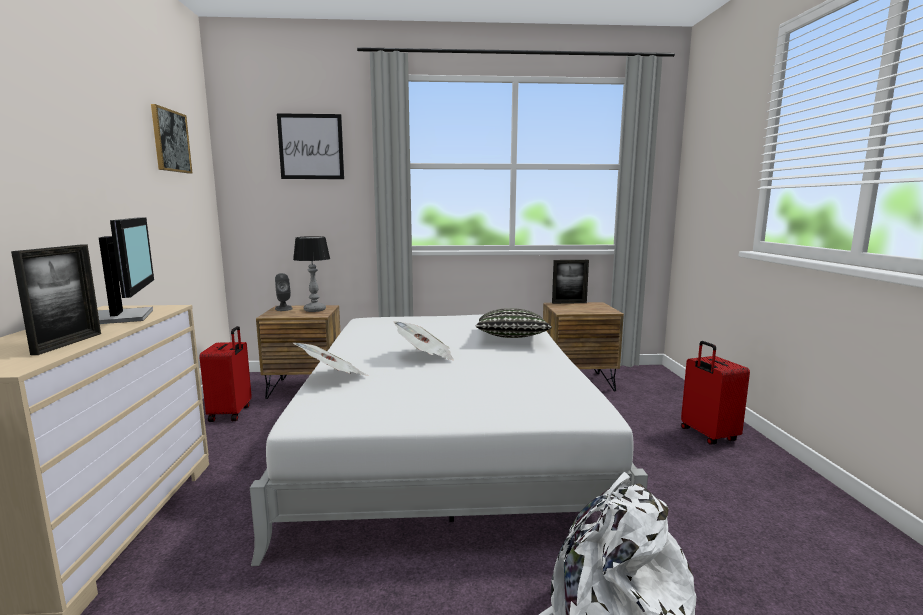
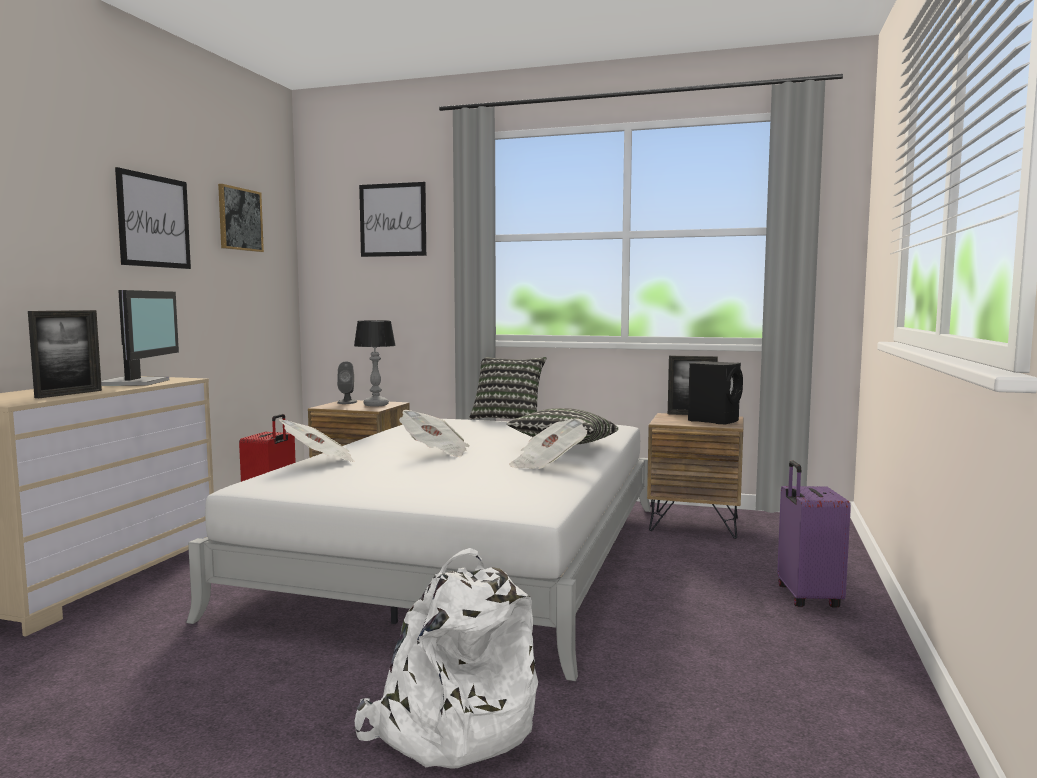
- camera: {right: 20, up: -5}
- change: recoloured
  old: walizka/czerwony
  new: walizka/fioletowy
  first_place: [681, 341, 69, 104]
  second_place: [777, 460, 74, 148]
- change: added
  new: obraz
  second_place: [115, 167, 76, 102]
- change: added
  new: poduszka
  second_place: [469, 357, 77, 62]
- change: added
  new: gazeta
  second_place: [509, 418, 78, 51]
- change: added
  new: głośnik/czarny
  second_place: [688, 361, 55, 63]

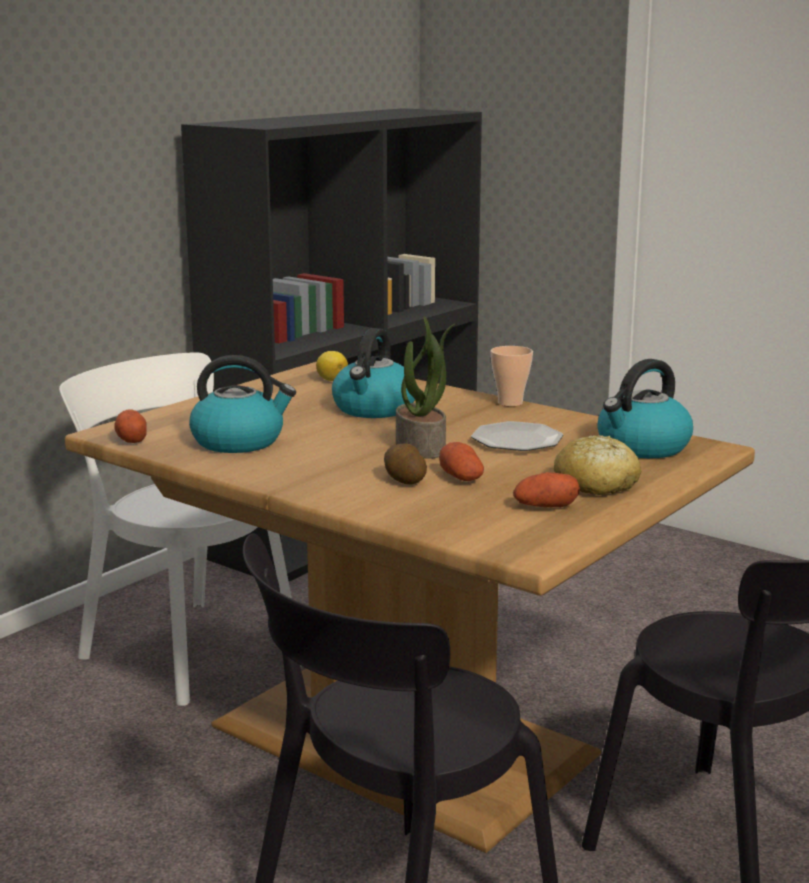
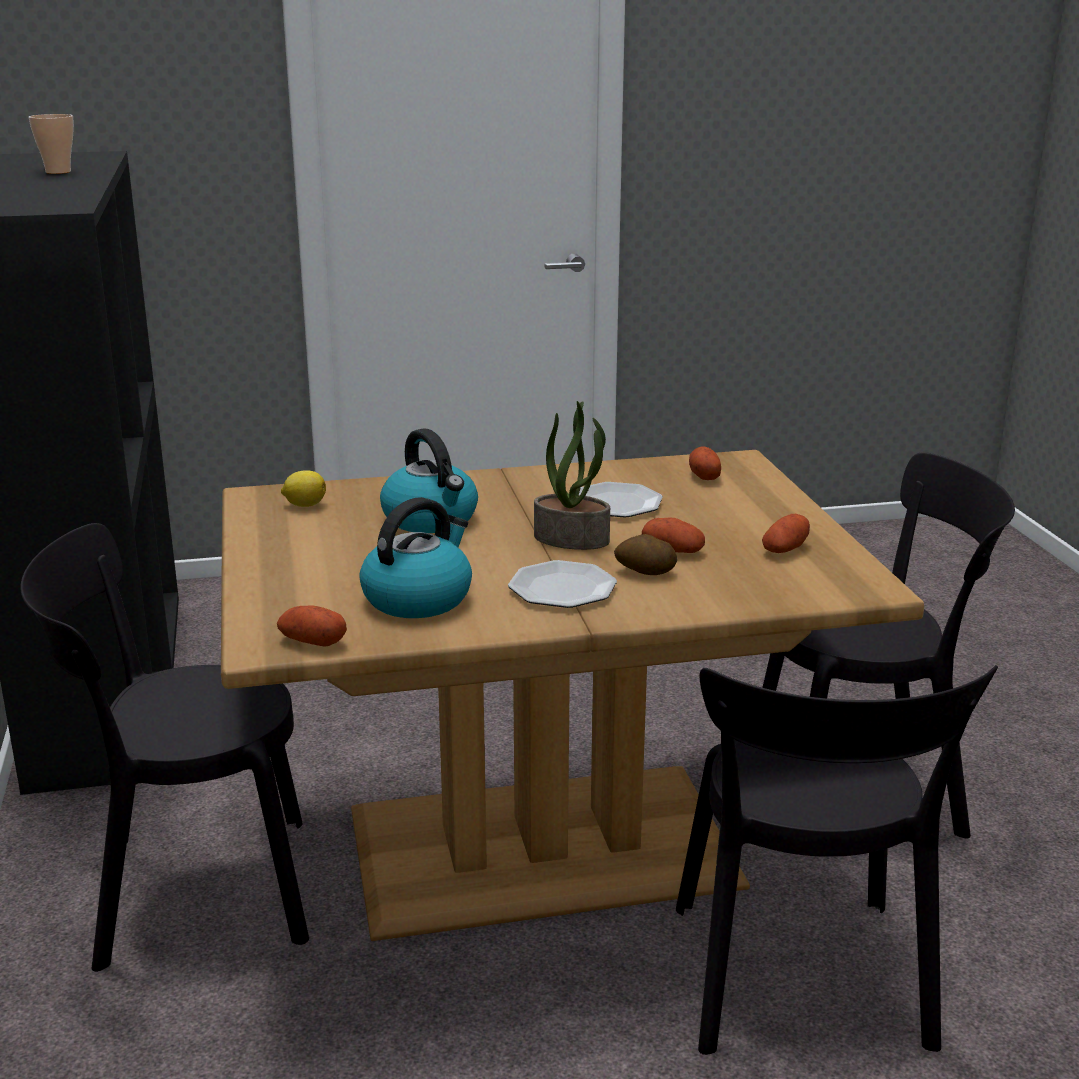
- camera: {right: -50, up: 5}
- change: recoloured
  old: krzesło/biały
  new: krzesło/czarny
  first_place: [59, 352, 233, 354]
  second_place: [20, 523, 289, 449]
- change: moved
  old: filiżanka
  first_place: [491, 346, 42, 61]
  second_place: [28, 114, 46, 60]
- change: removed
  old: chleb
  first_place: [554, 435, 88, 60]
- change: replaced
  old: czajnik
  new: ziemniak
  first_place: [597, 359, 96, 99]
  second_place: [689, 446, 32, 34]
- change: added
  new: talerz
  second_place: [508, 560, 109, 48]

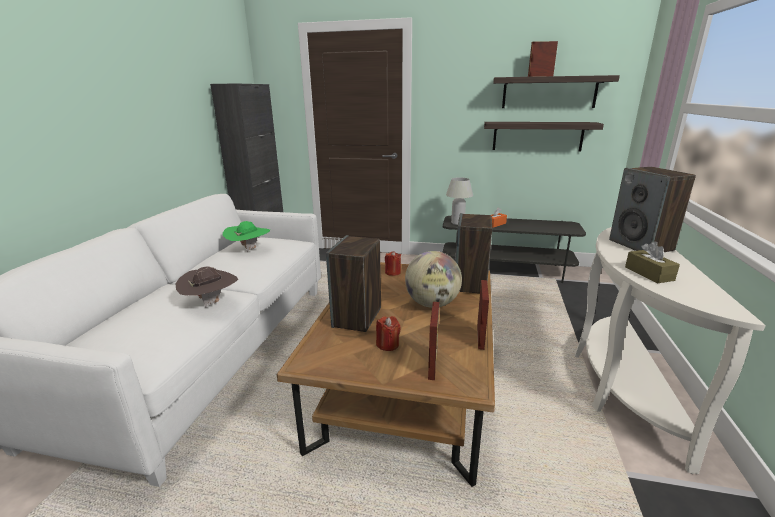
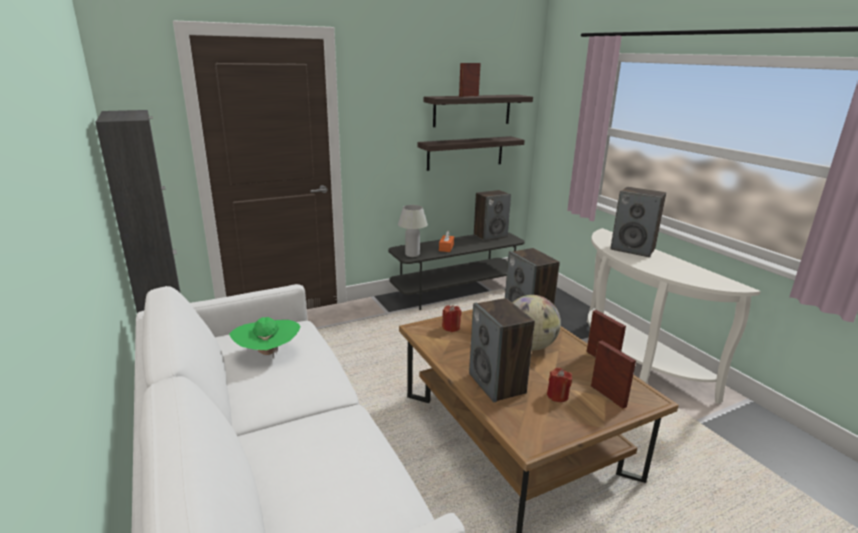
- camera: {right: -40, up: 0}
- change: removed
  old: kapelusz/brązowy
  first_place: [175, 266, 63, 42]
- change: removed
  old: pudełko chusteczek/brązowy
  first_place: [625, 241, 55, 42]
- change: added
  new: głośnik
  second_place: [474, 190, 37, 51]

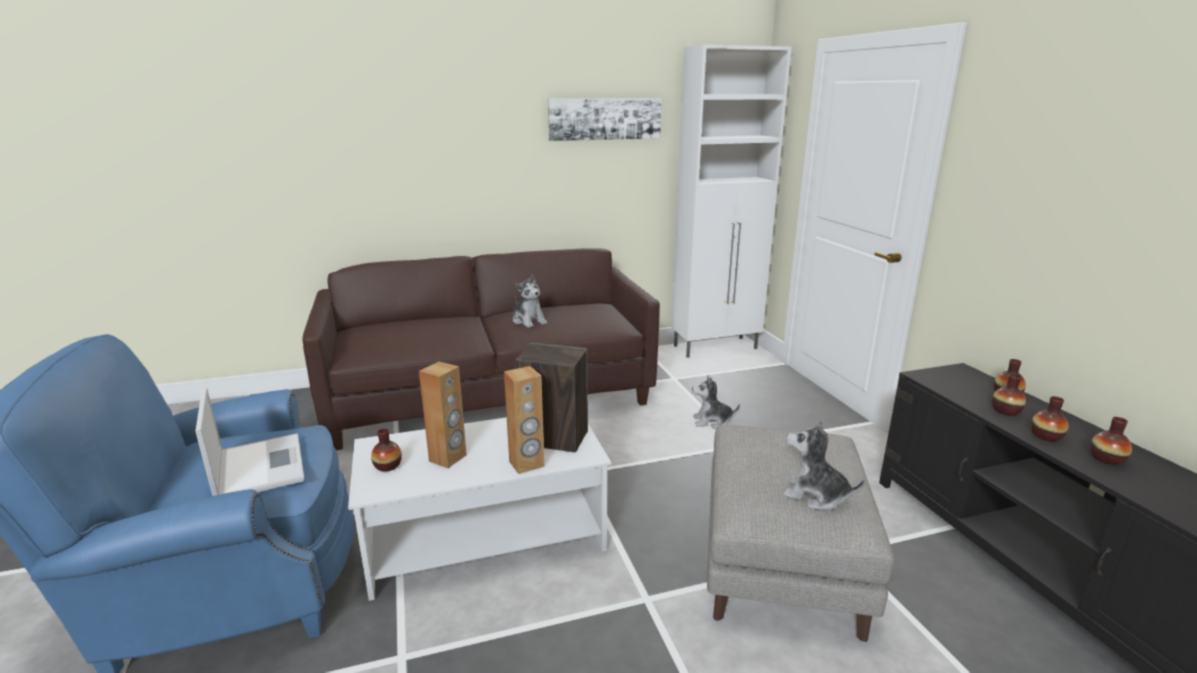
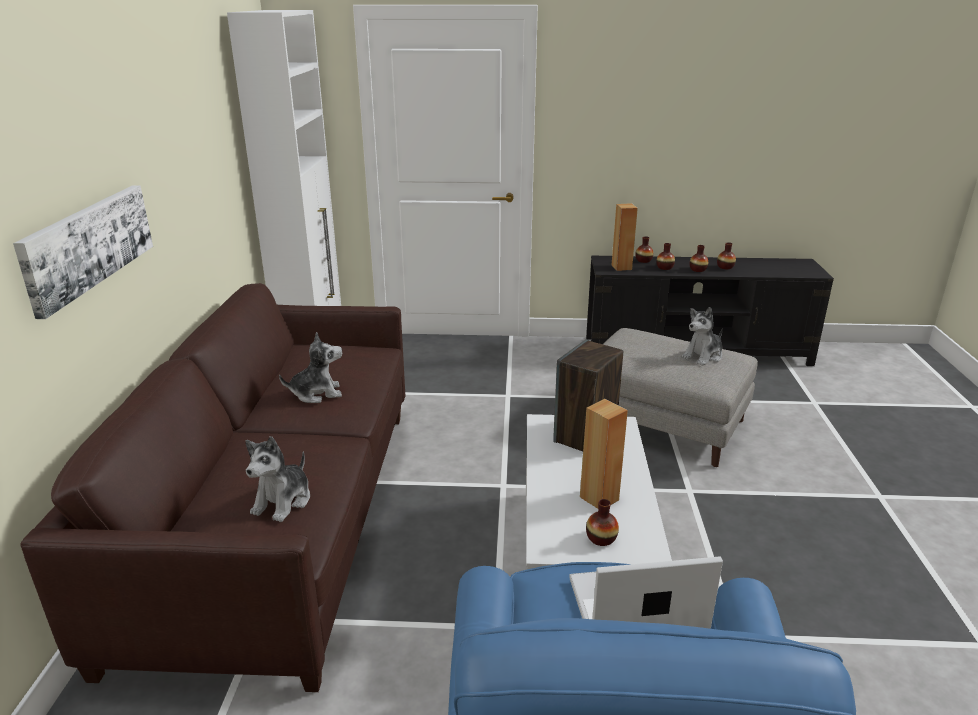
- camera: {right: -70, up: 5}
- change: moved
  old: głośnik/brązowy
  first_place: [504, 366, 41, 108]
  second_place: [612, 203, 26, 68]
- change: moved
  old: obraz
  first_place: [548, 98, 114, 43]
  second_place: [13, 185, 140, 134]
- change: moved
  old: pluszak
  first_place: [692, 376, 48, 53]
  second_place: [245, 436, 65, 86]

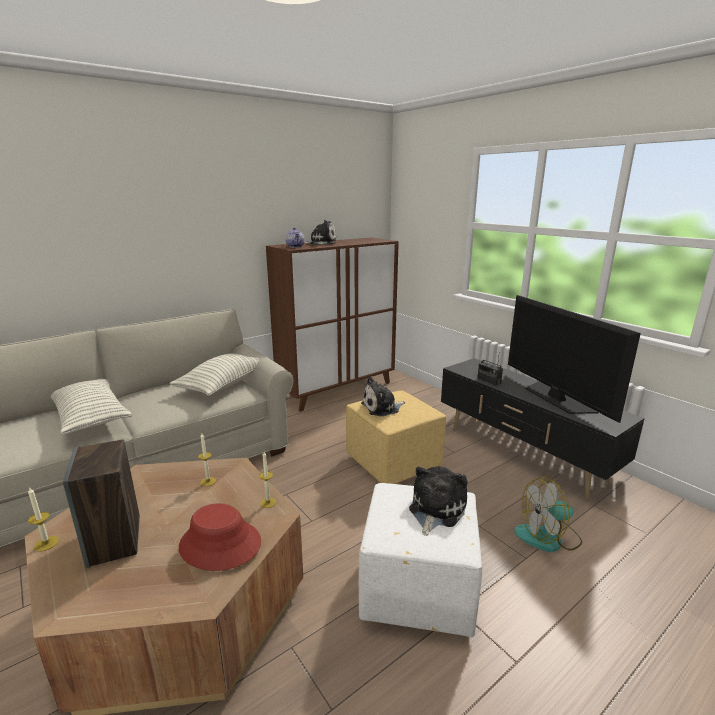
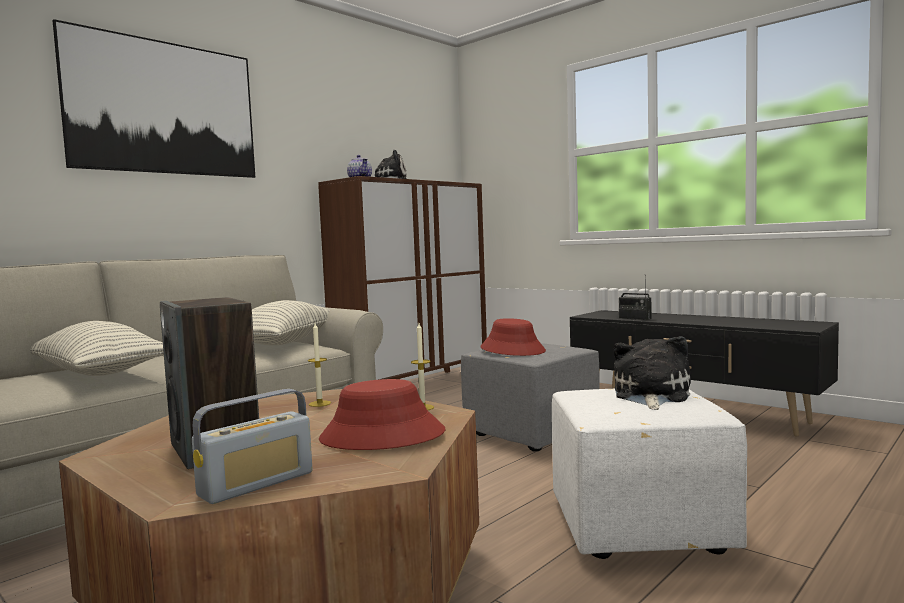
- camera: {right: -10, up: -15}
- change: removed
  old: świeca
  first_place: [28, 488, 31, 64]
- change: recoloured
  old: pufa/żółty
  new: pufa/szary
  first_place: [346, 390, 100, 94]
  second_place: [461, 343, 139, 109]
- change: replaced
  old: pluszak
  new: kapelusz/czerwony
  first_place: [361, 376, 44, 40]
  second_place: [481, 318, 65, 38]
- change: removed
  old: telewizor
  first_place: [508, 295, 133, 128]
- change: removed
  old: wentylator
  first_place: [514, 476, 68, 76]
- change: added
  new: obraz
  second_place: [52, 19, 203, 159]
- change: added
  new: radio
  second_place: [192, 389, 120, 115]

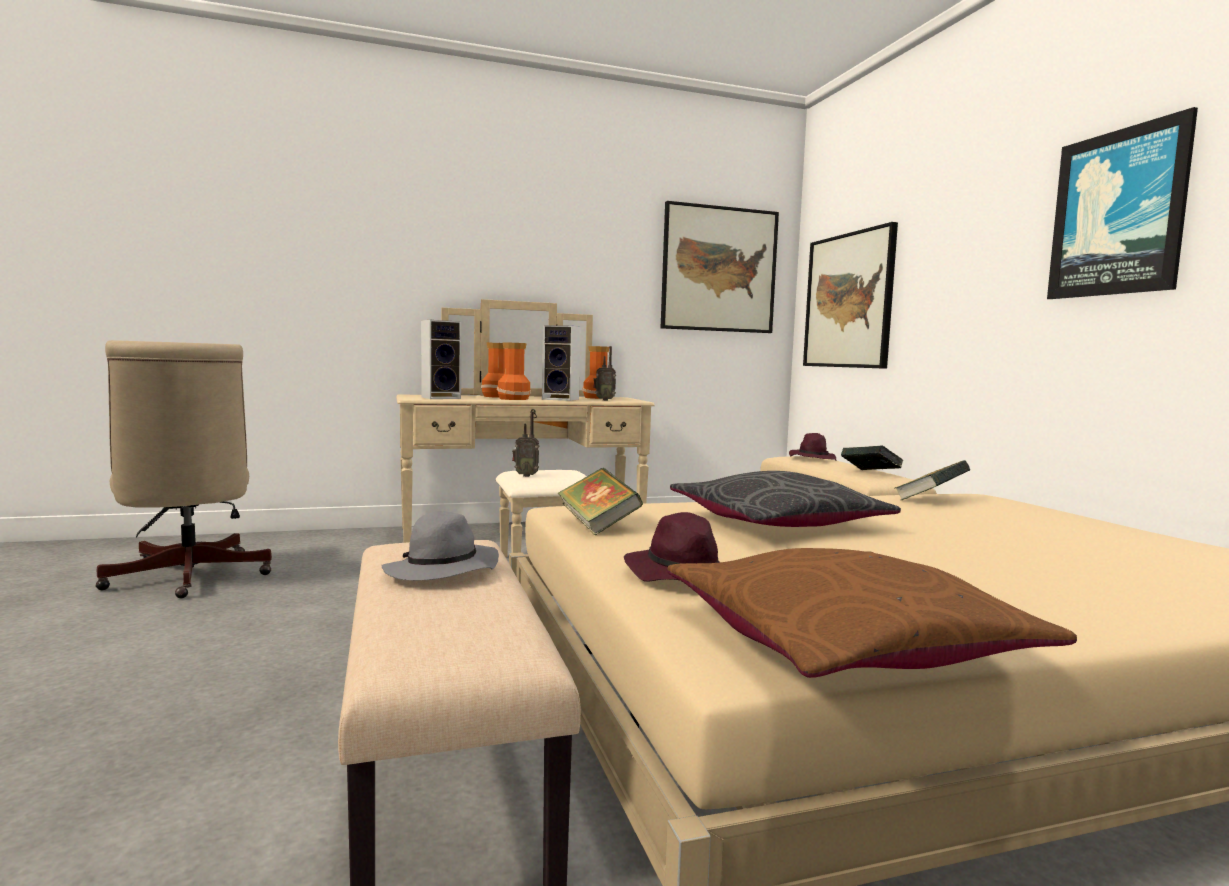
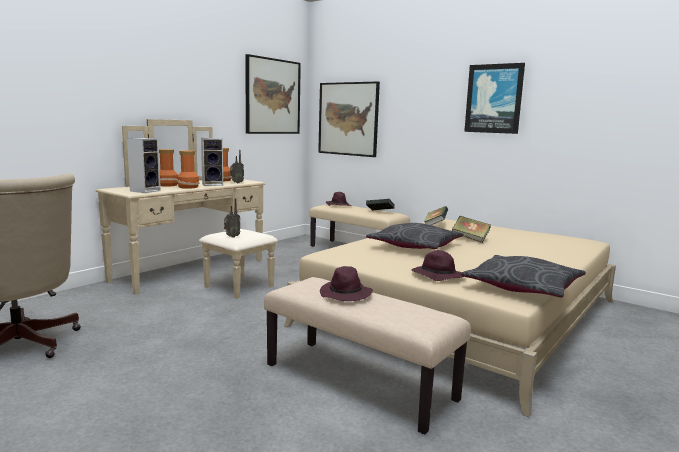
- camera: {right: -35, up: 5}
- change: recoloured
  old: kapelusz/szary
  new: kapelusz/fioletowy
  first_place: [381, 511, 118, 70]
  second_place: [320, 266, 53, 35]
- change: moved
  old: książka
  first_place: [557, 468, 86, 67]
  second_place: [452, 216, 39, 27]
- change: recoloured
  old: poduszka/brązowy
  new: poduszka/szary
  first_place: [668, 548, 409, 130]
  second_place: [461, 255, 125, 43]

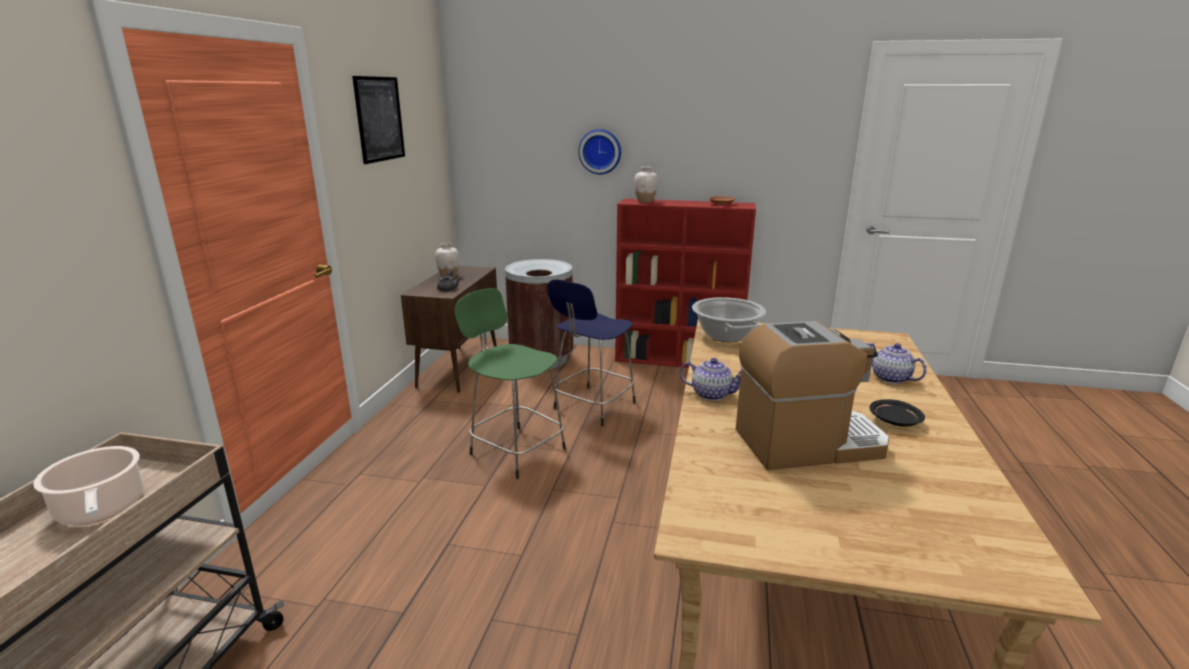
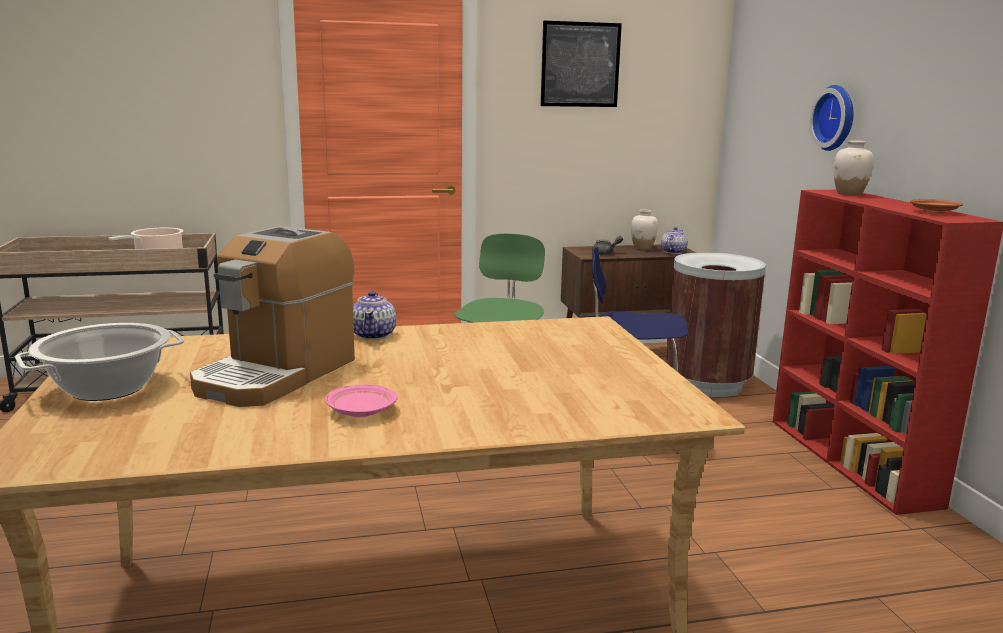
- camera: {right: 65, up: -5}
- change: moved
  old: garnek
  first_place: [692, 297, 74, 45]
  second_place: [15, 323, 170, 78]
- change: turned
  old: ekspres do kawy
  first_place: [736, 321, 153, 149]
  second_place: [190, 226, 165, 181]
  degrees: 60
- change: moved
  old: imbryk
  first_place: [866, 343, 61, 41]
  second_place: [661, 227, 27, 27]
- change: recoloured
  old: talerz/czarny
  new: talerz/różowy
  first_place: [870, 399, 55, 28]
  second_place: [325, 384, 73, 34]

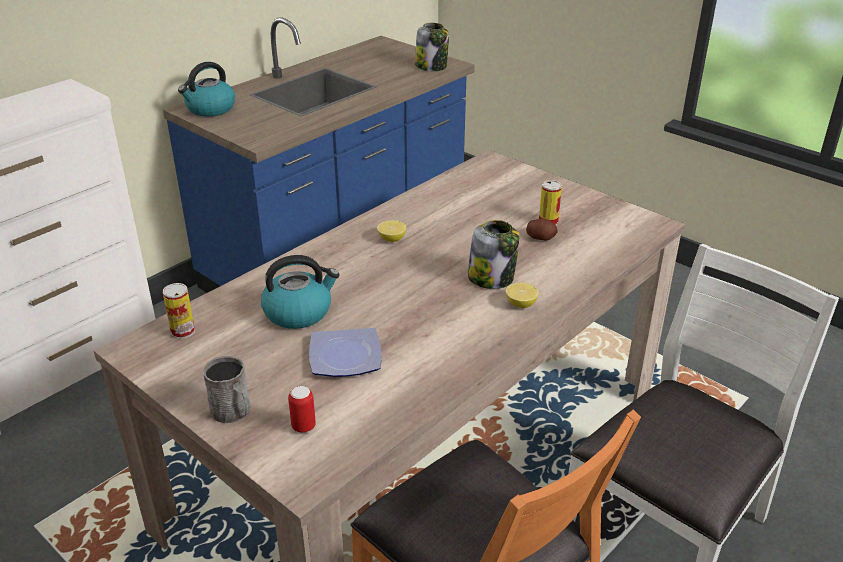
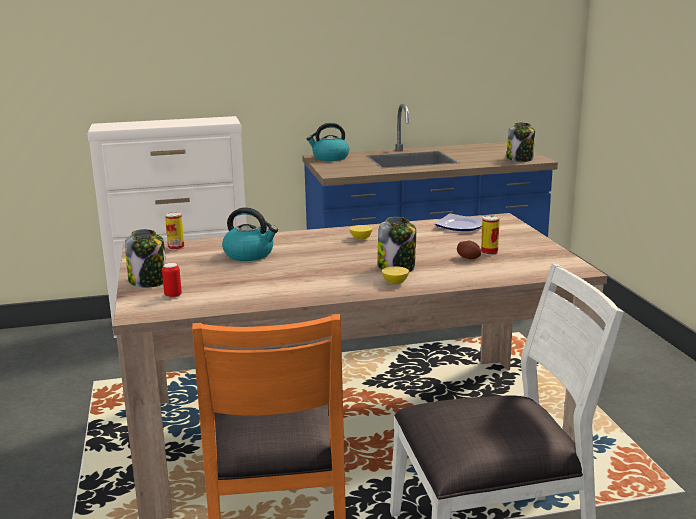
- camera: {right: 35, up: -15}
- change: replaced
  old: kubek/szary
  new: słoik
  first_place: [203, 356, 47, 67]
  second_place: [125, 229, 41, 58]
- change: moved
  old: talerz
  first_place: [309, 328, 73, 49]
  second_place: [435, 213, 48, 18]

